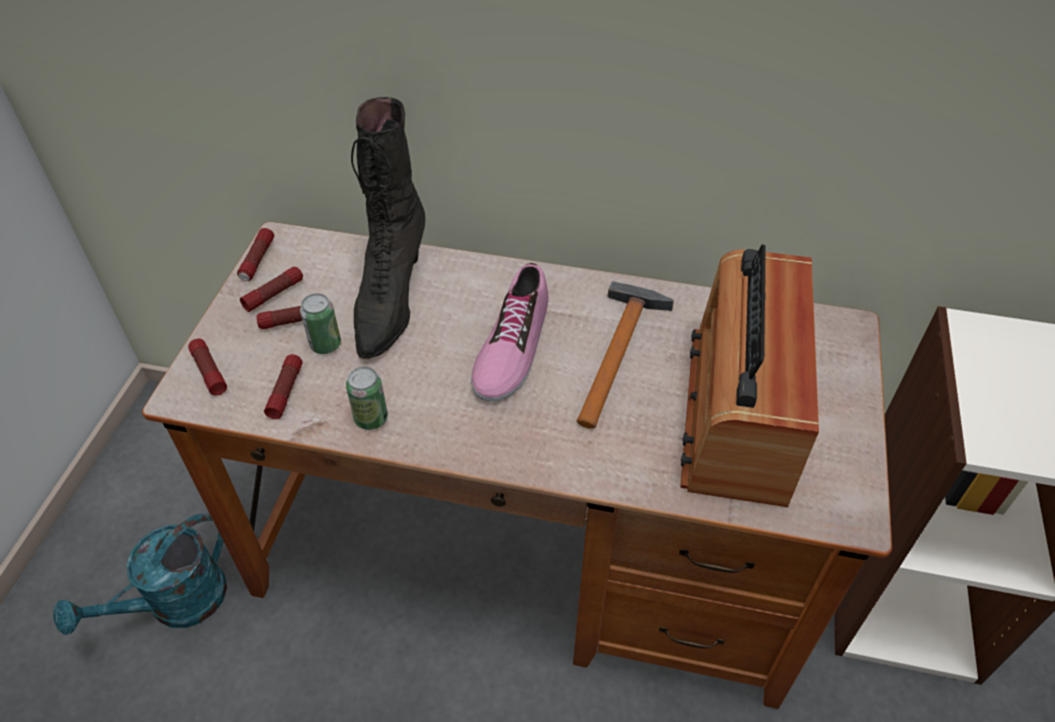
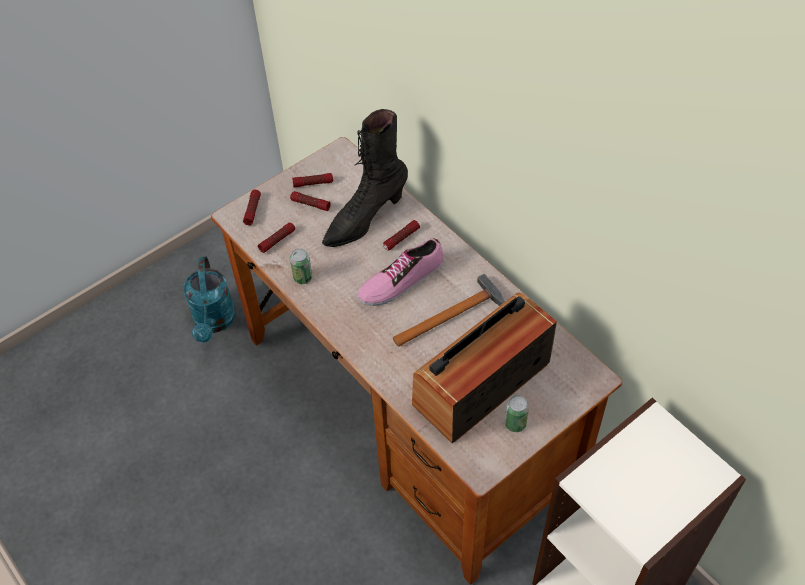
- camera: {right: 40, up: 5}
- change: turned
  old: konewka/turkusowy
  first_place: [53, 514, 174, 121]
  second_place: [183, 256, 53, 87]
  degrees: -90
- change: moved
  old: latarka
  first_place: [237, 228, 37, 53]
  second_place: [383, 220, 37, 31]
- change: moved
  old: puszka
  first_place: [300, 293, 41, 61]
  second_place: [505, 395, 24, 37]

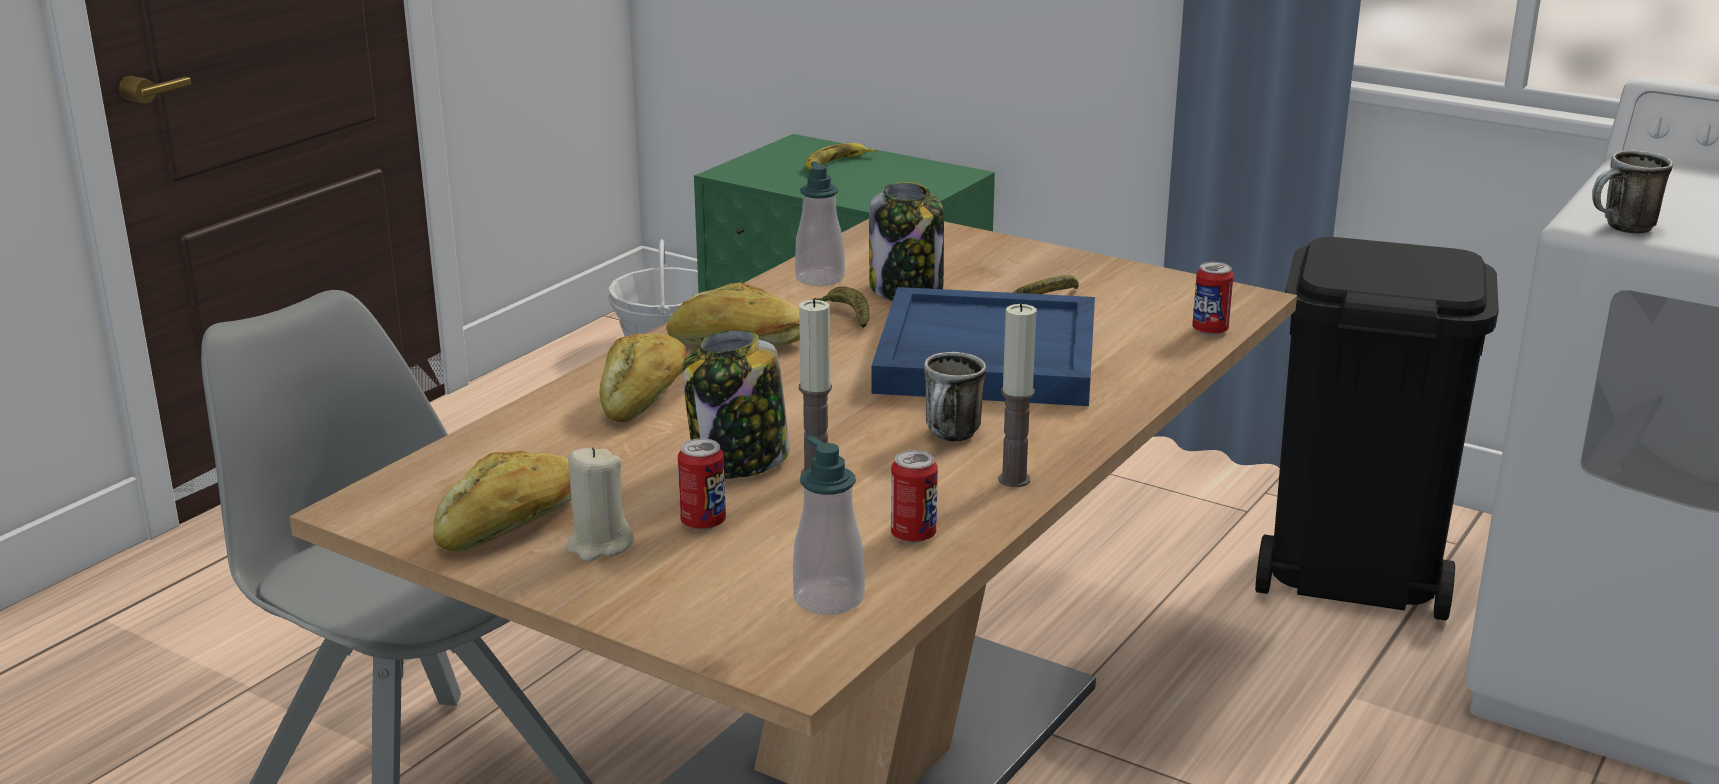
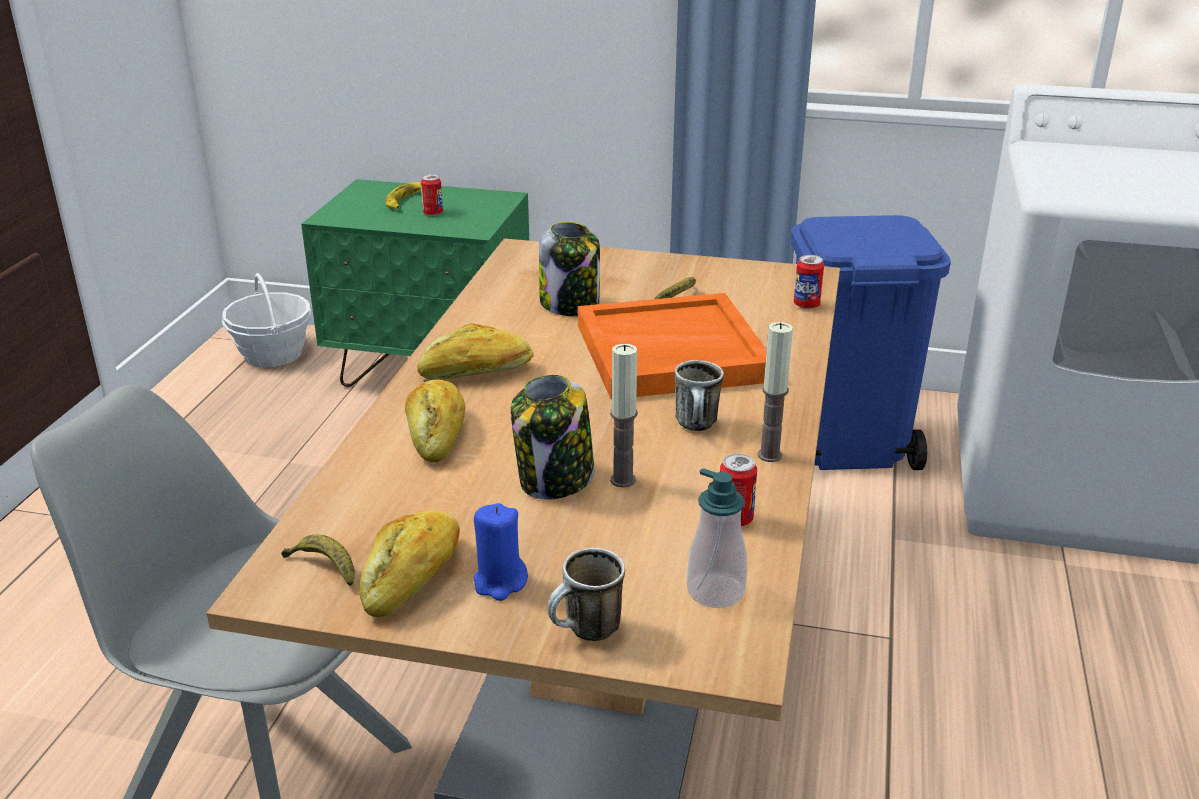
- camera: {right: -20, up: 5}
- change: recoloured
  old: świeca/beżowy
  new: świeca/niebieski
  first_place: [566, 447, 68, 115]
  second_place: [473, 503, 55, 98]
- change: moved
  old: puszka
  first_place: [678, 439, 48, 91]
  second_place: [421, 175, 22, 41]
- change: removed
  old: dozownik mydła
  first_place: [795, 161, 50, 125]
- change: moved
  old: banan
  first_place: [812, 286, 57, 42]
  second_place: [281, 535, 74, 51]
- change: recoloured
  old: taca/niebieski
  new: taca/pomarańczowy
  first_place: [871, 287, 224, 119]
  second_place: [578, 293, 189, 107]
- change: recoloured
  old: kosz na śmieci/czarny
  new: kosz na śmieci/niebieski
  first_place: [1255, 237, 244, 384]
  second_place: [791, 215, 160, 255]
- change: moved
  old: kubek
  first_place: [1592, 150, 81, 84]
  second_place: [547, 548, 78, 93]

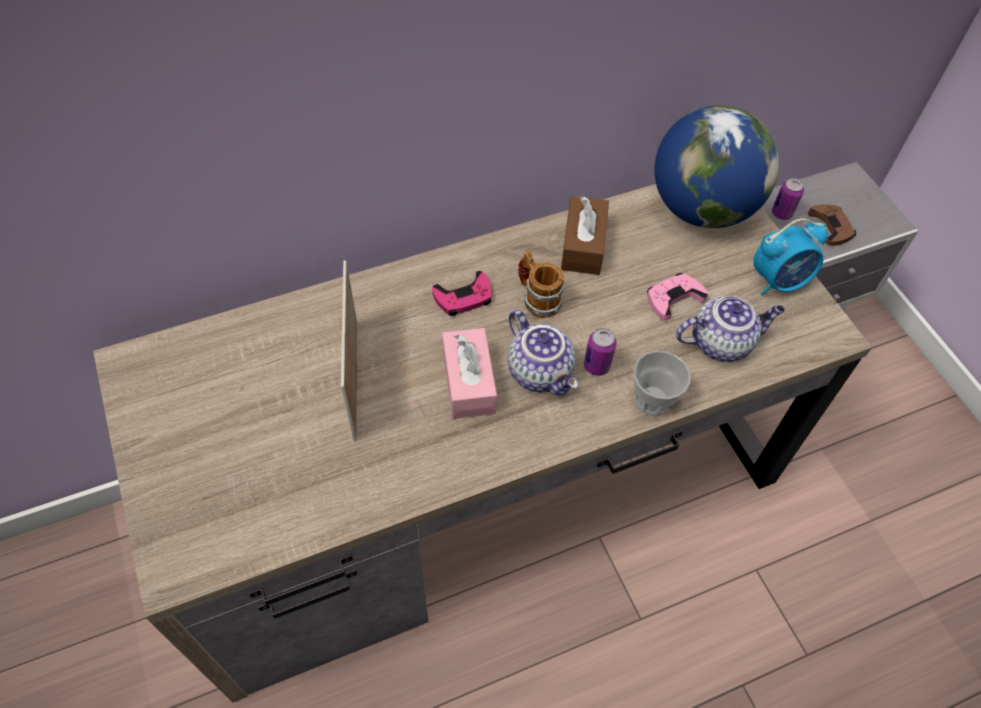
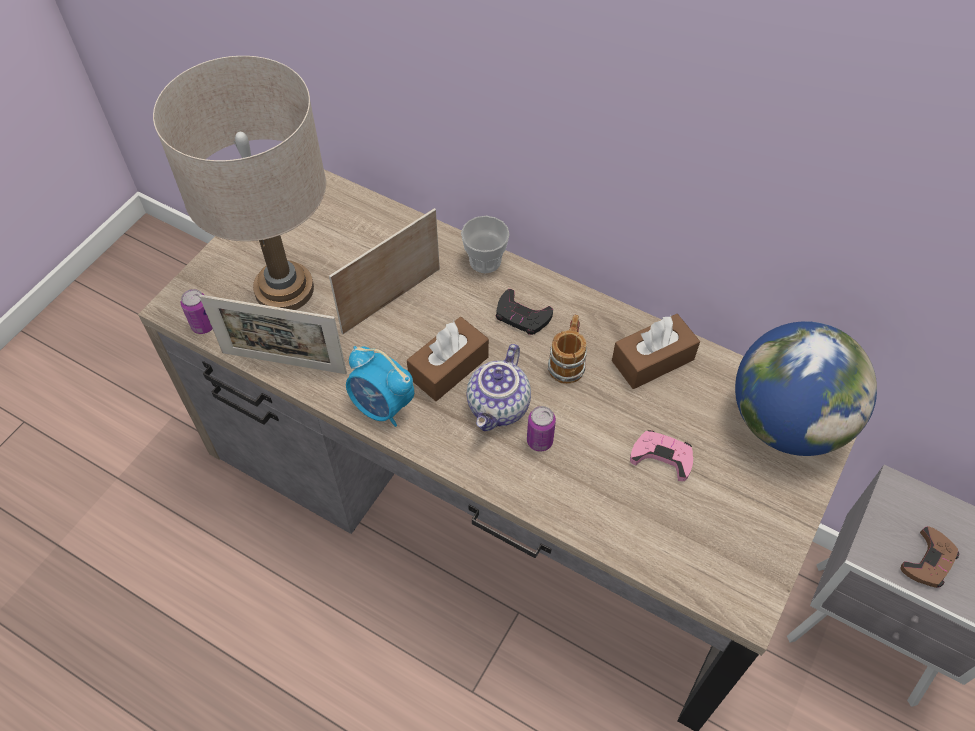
- camera: {right: 55, up: 0}
- change: recoloured
  old: pad do gier/różowy
  new: pad do gier/czarny
  first_place: [432, 271, 59, 45]
  second_place: [495, 289, 58, 46]
- change: recoloured
  old: pudełko chusteczek/różowy
  new: pudełko chusteczek/brązowy
  first_place: [442, 328, 55, 91]
  second_place: [407, 317, 82, 84]
- change: moved
  old: filiżanka
  first_place: [633, 351, 58, 66]
  second_place: [461, 216, 49, 57]
- change: removed
  old: imbryk
  first_place: [676, 296, 109, 66]
- change: moved
  old: budzik
  first_place: [753, 218, 75, 78]
  second_place: [346, 346, 68, 81]
- change: moved
  old: puszka
  first_place: [772, 178, 32, 42]
  second_place: [181, 289, 31, 45]
- change: added
  new: lampa stołowa/beżowy
  second_place: [153, 56, 173, 254]
- change: added
  new: ramka na zdjęcie
  second_place: [199, 295, 148, 79]

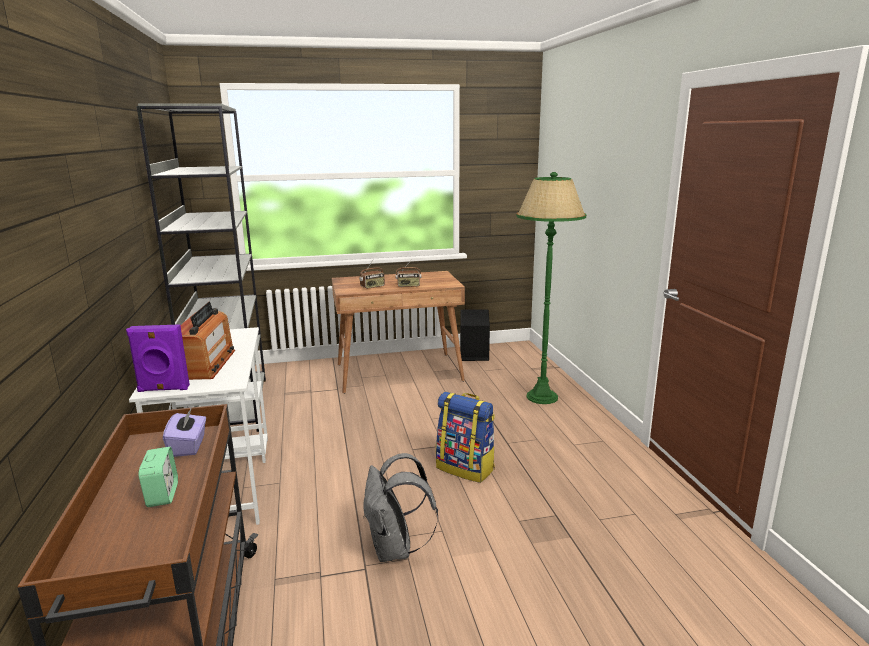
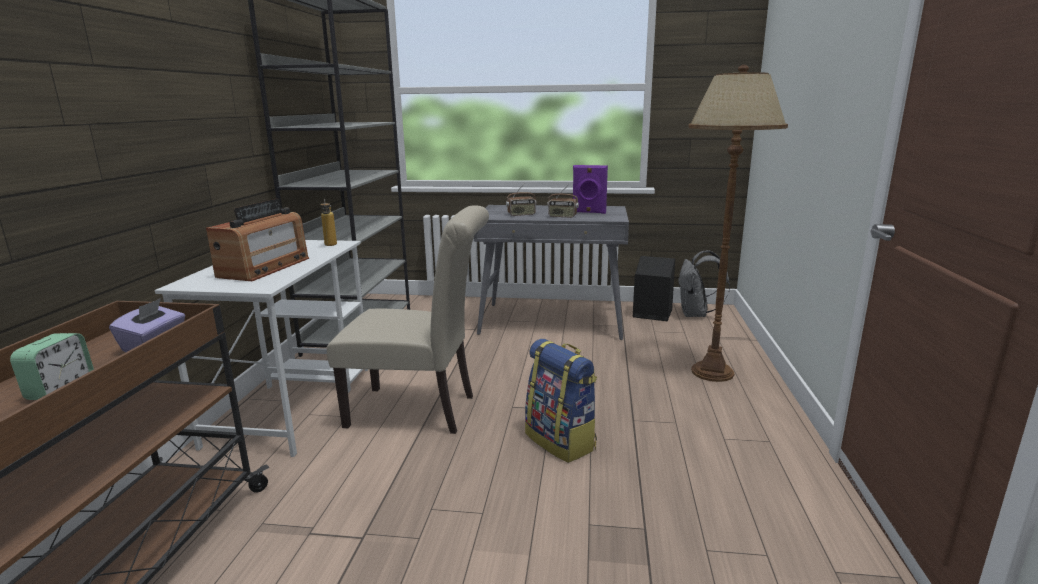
- camera: {right: 20, up: 0}
- change: moved
  old: głośnik/fioletowy
  first_place: [126, 324, 64, 68]
  second_place: [573, 165, 35, 49]
- change: recoloured
  old: biurko/brązowy
  new: biurko/szary
  first_place: [332, 271, 133, 123]
  second_place: [474, 205, 155, 135]
- change: moved
  old: plecak/szary
  first_place: [363, 453, 75, 109]
  second_place: [678, 250, 52, 67]
- change: recoloured
  old: lampa stojąca/zielony
  new: lampa stojąca/brązowy
  first_place: [516, 172, 70, 232]
  second_place: [688, 65, 100, 317]
- change: added
  new: butelka
  second_place: [321, 198, 16, 48]
- change: added
  new: krzesło/beżowy
  second_place: [327, 205, 162, 229]

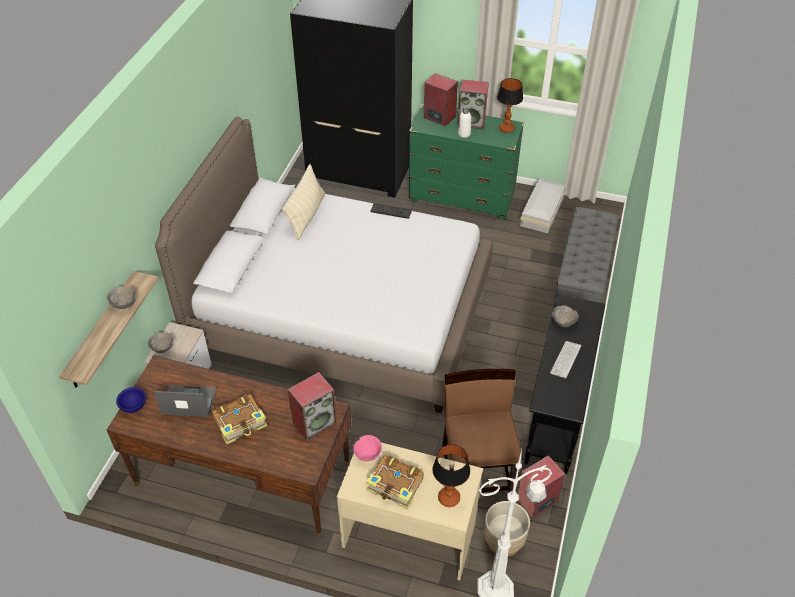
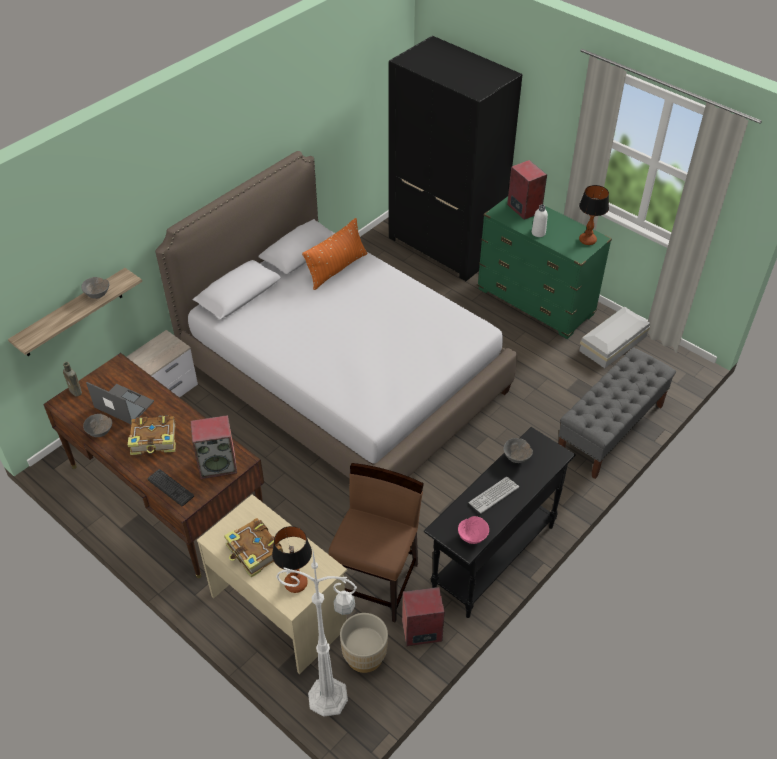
- camera: {right: 25, up: 0}
- change: replaced
  old: miska/niebieski
  new: butelka/brązowy
  first_place: [116, 387, 30, 26]
  second_place: [63, 362, 19, 35]
- change: moved
  old: miska/szary
  first_place: [148, 333, 26, 20]
  second_place: [83, 414, 29, 23]
- change: recoloured
  old: poduszka/beżowy
  new: poduszka/pomarańczowy
  first_place: [282, 164, 43, 76]
  second_place: [302, 218, 65, 72]
- change: moved
  old: miska/różowy
  first_place: [353, 435, 29, 26]
  second_place: [458, 516, 31, 28]
- change: moved
  old: klawiatura
  first_place: [371, 203, 41, 16]
  second_place: [147, 469, 47, 37]
- change: removed
  old: głośnik
  first_place: [457, 80, 32, 49]

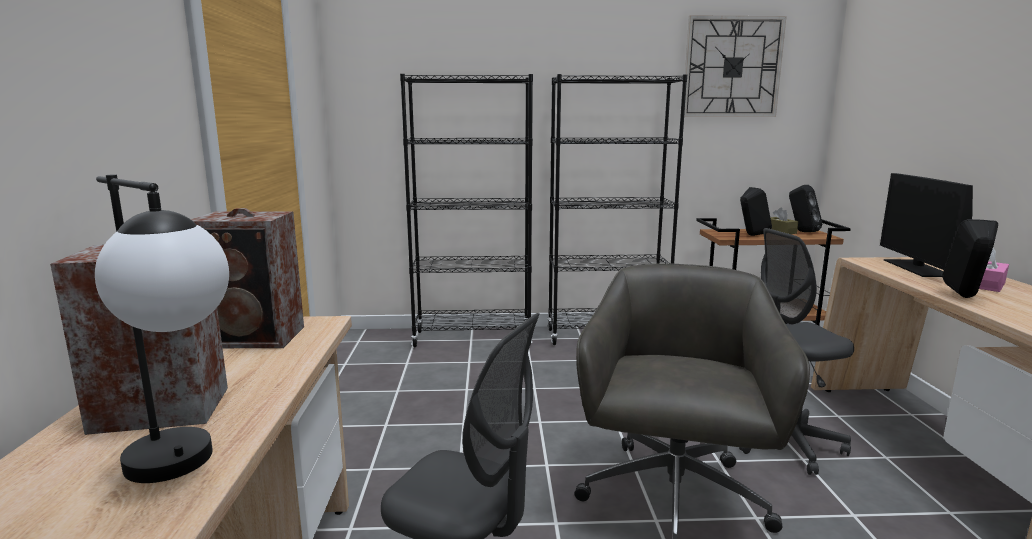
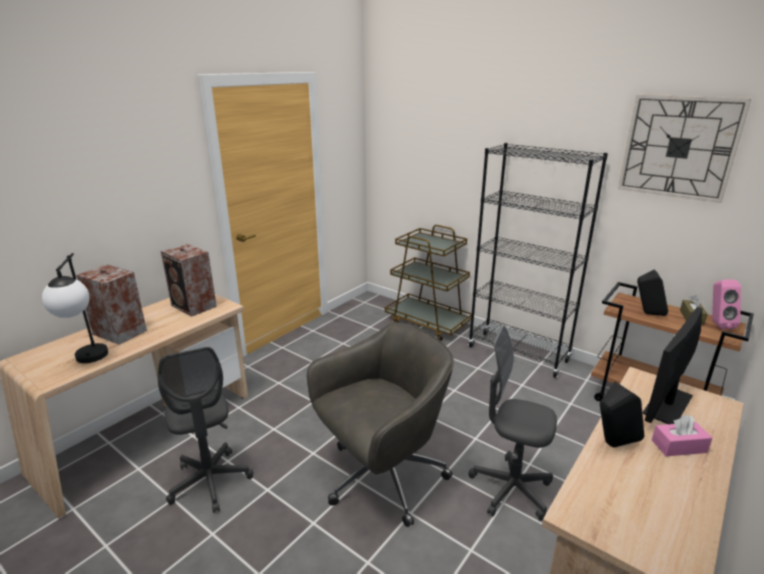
- camera: {right: 40, up: 10}
- change: replaced
  old: regał/czarny
  new: wózek/brązowy
  first_place: [400, 74, 133, 273]
  second_place: [385, 225, 87, 116]
- change: recoloured
  old: głośnik/czarny
  new: głośnik/różowy
  first_place: [789, 185, 33, 47]
  second_place: [712, 279, 29, 50]

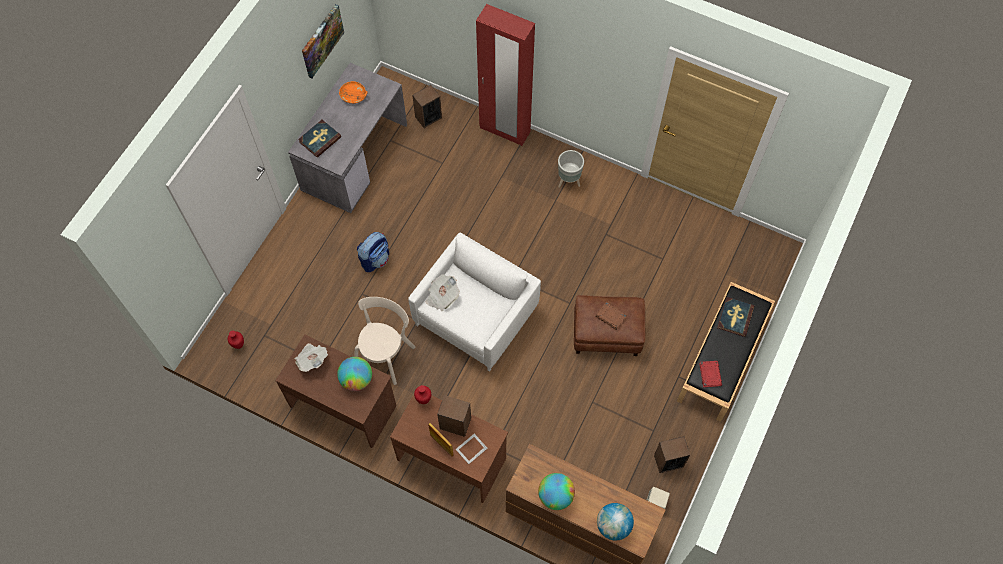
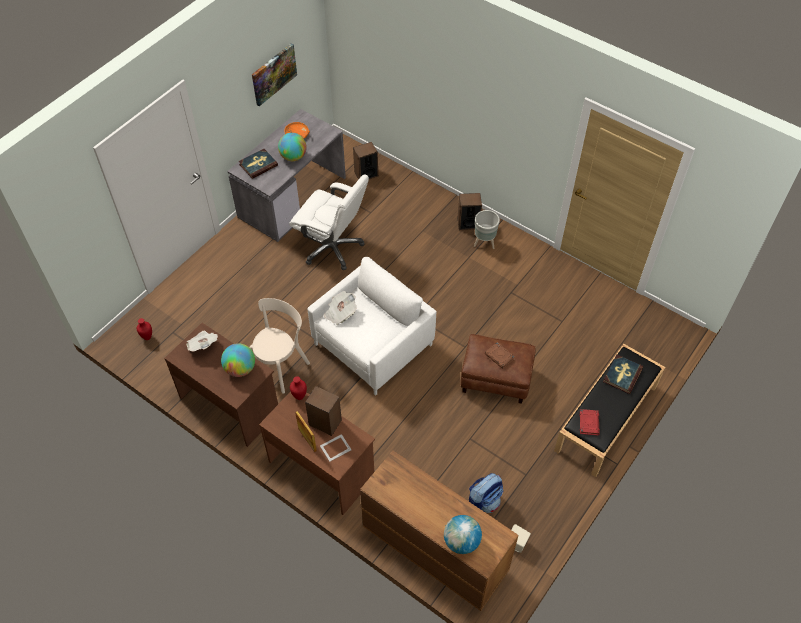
- camera: {right: 10, up: -10}
- change: moved
  old: plecak
  first_place: [357, 232, 32, 40]
  second_place: [469, 473, 34, 40]
- change: removed
  old: szafa/czerwony
  first_place: [476, 4, 59, 142]
- change: moved
  old: globus
  first_place: [538, 473, 37, 37]
  second_place: [278, 133, 29, 28]
- change: moved
  old: głośnik
  first_place: [654, 437, 36, 36]
  second_place: [458, 193, 24, 37]
- change: added
  new: krzesło biurowe/biały
  second_place: [289, 175, 80, 95]

